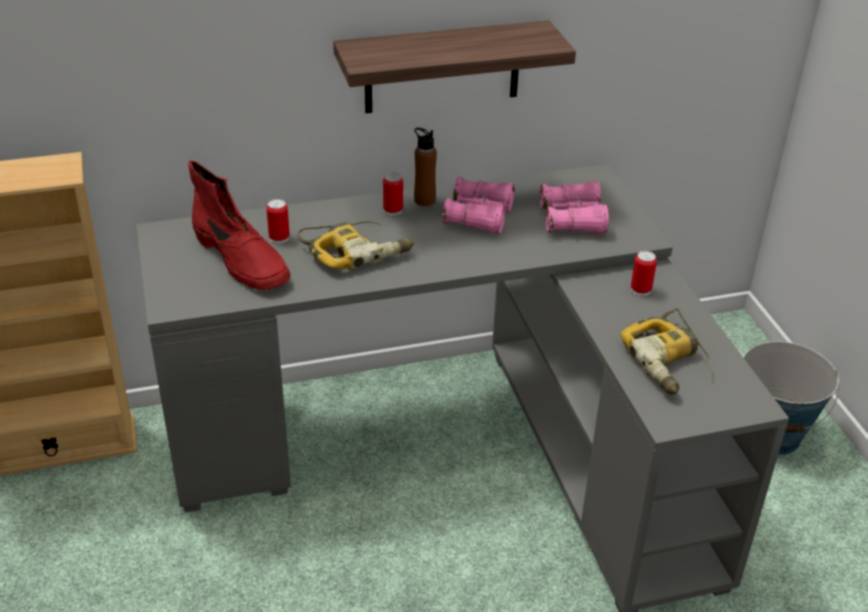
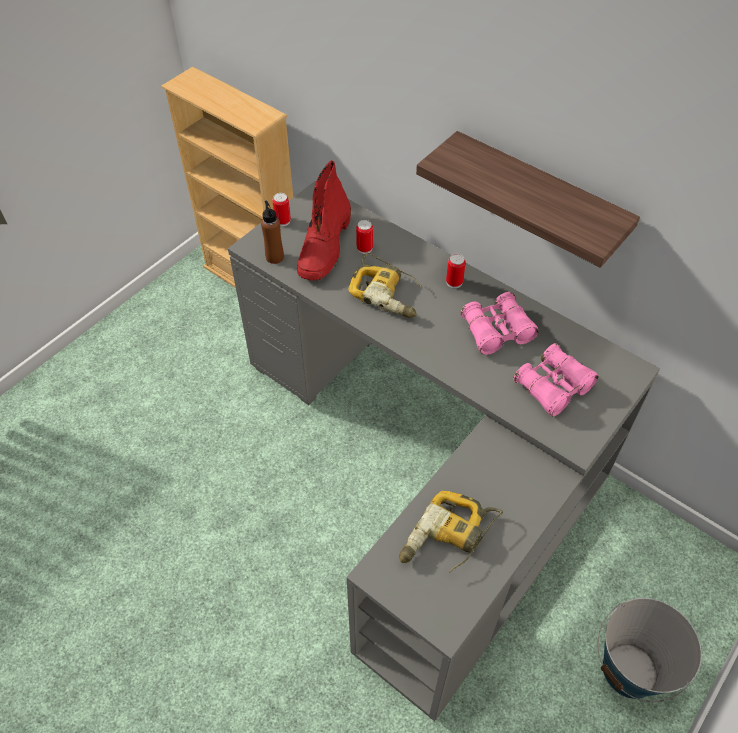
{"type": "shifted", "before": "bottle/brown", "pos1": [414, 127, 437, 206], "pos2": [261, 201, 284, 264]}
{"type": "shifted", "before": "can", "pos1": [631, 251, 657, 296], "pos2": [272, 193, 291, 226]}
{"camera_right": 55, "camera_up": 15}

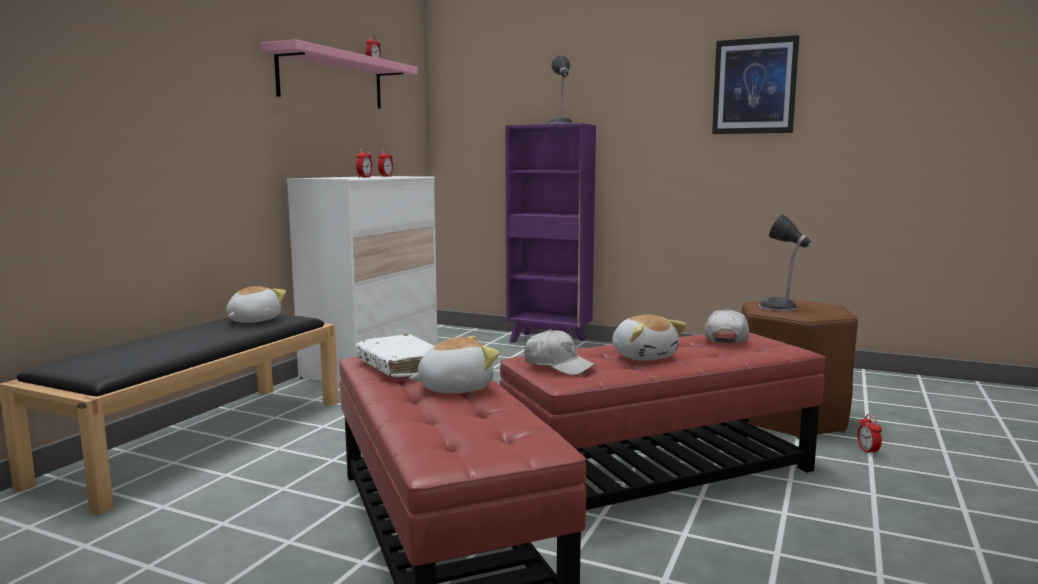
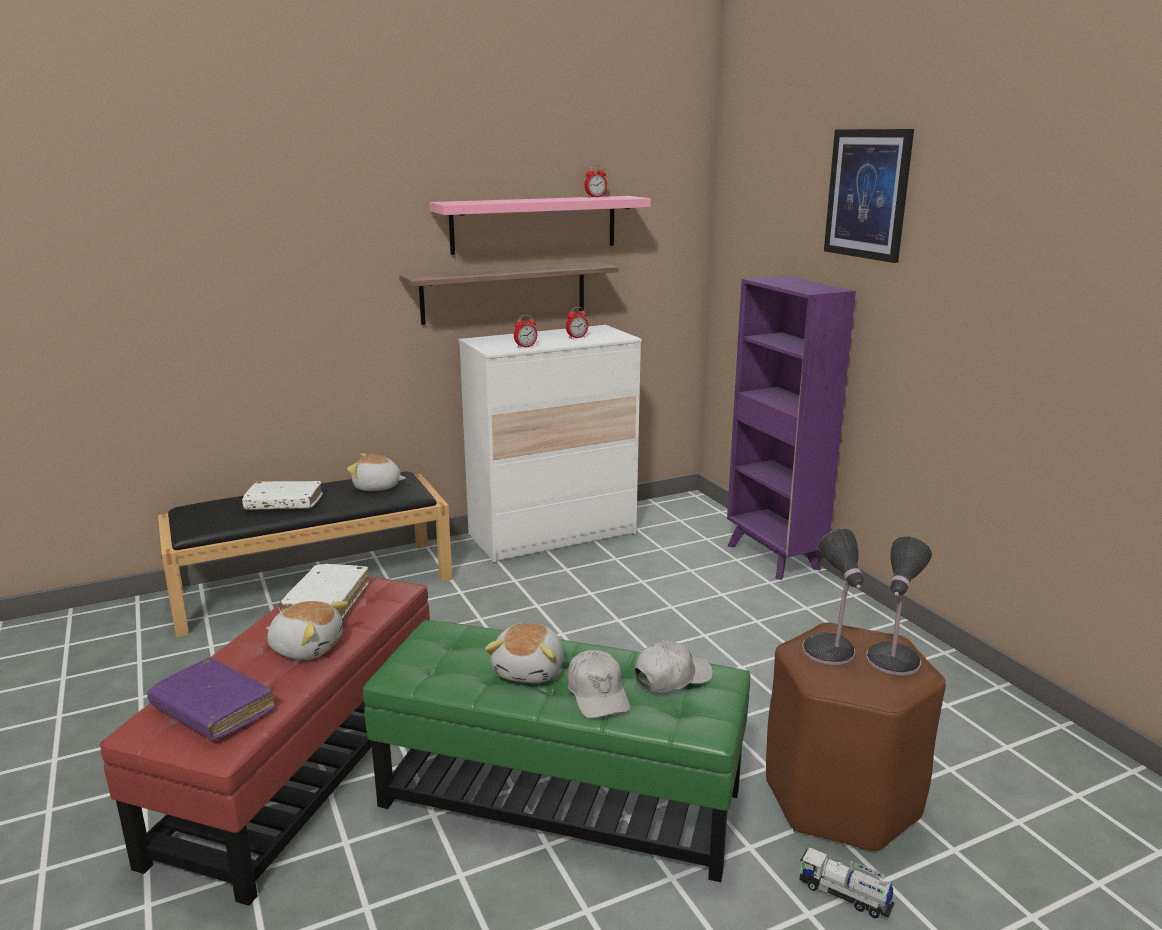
{"type": "new", "after": "book/purple", "pos2": [147, 657, 275, 741]}
{"type": "new", "after": "book/white", "pos2": [242, 481, 323, 510]}
{"type": "new", "after": "shelf", "pos2": [399, 262, 619, 325]}
{"type": "shifted", "before": "cap/white", "pos1": [524, 329, 596, 375], "pos2": [567, 650, 630, 718]}
{"type": "shifted", "before": "table lamp", "pos1": [547, 55, 573, 124], "pos2": [866, 536, 932, 675]}
{"type": "shifted", "before": "picture", "pos1": [712, 35, 799, 134], "pos2": [824, 129, 914, 263]}
{"type": "swapped", "before": "alarm clock", "after": "toy truck", "pos1": [857, 414, 882, 455], "pos2": [800, 847, 895, 918]}
{"type": "repainted", "before": "ottoman/red", "after": "ottoman/green", "pos1": [500, 332, 825, 510], "pos2": [363, 620, 750, 882]}
{"type": "rotated", "before": "plush toy", "pos1": [226, 286, 286, 323], "pos2": [347, 453, 406, 491], "turn": -150}
{"camera_right": 40, "camera_up": 10}

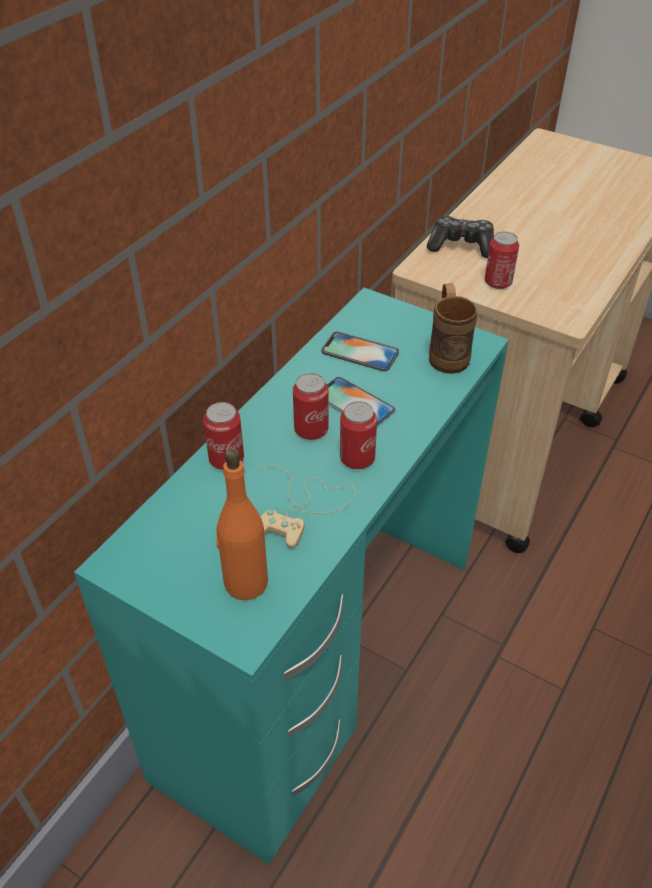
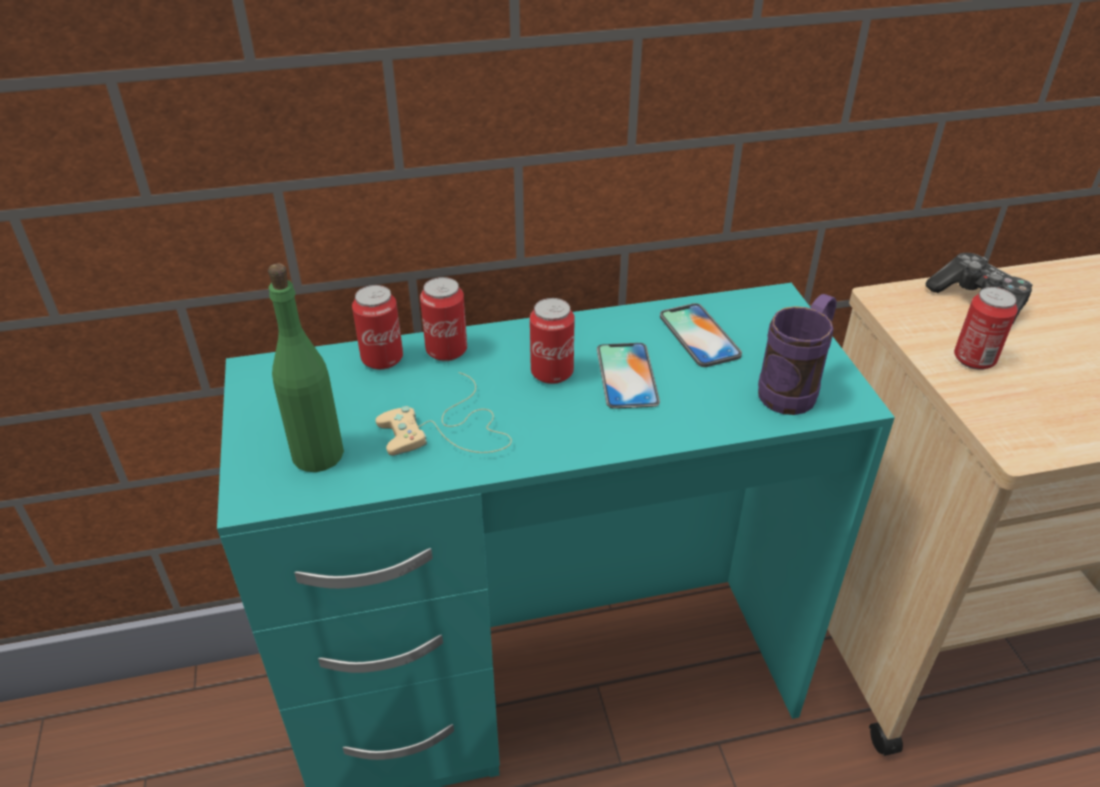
{"type": "shifted", "before": "can", "pos1": [340, 401, 377, 469], "pos2": [352, 285, 403, 370]}
{"type": "repainted", "before": "bottle/orange", "after": "bottle/green", "pos1": [216, 448, 268, 600], "pos2": [268, 263, 344, 472]}
{"type": "repainted", "before": "mug/brown", "after": "mug/purple", "pos1": [429, 283, 477, 374], "pos2": [758, 294, 837, 415]}
{"camera_right": 45, "camera_up": -5}

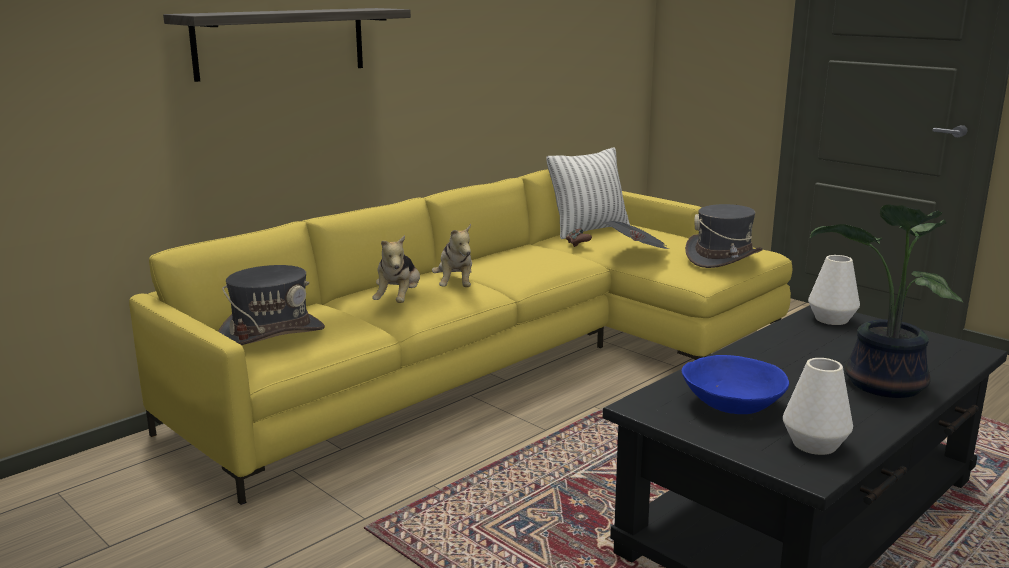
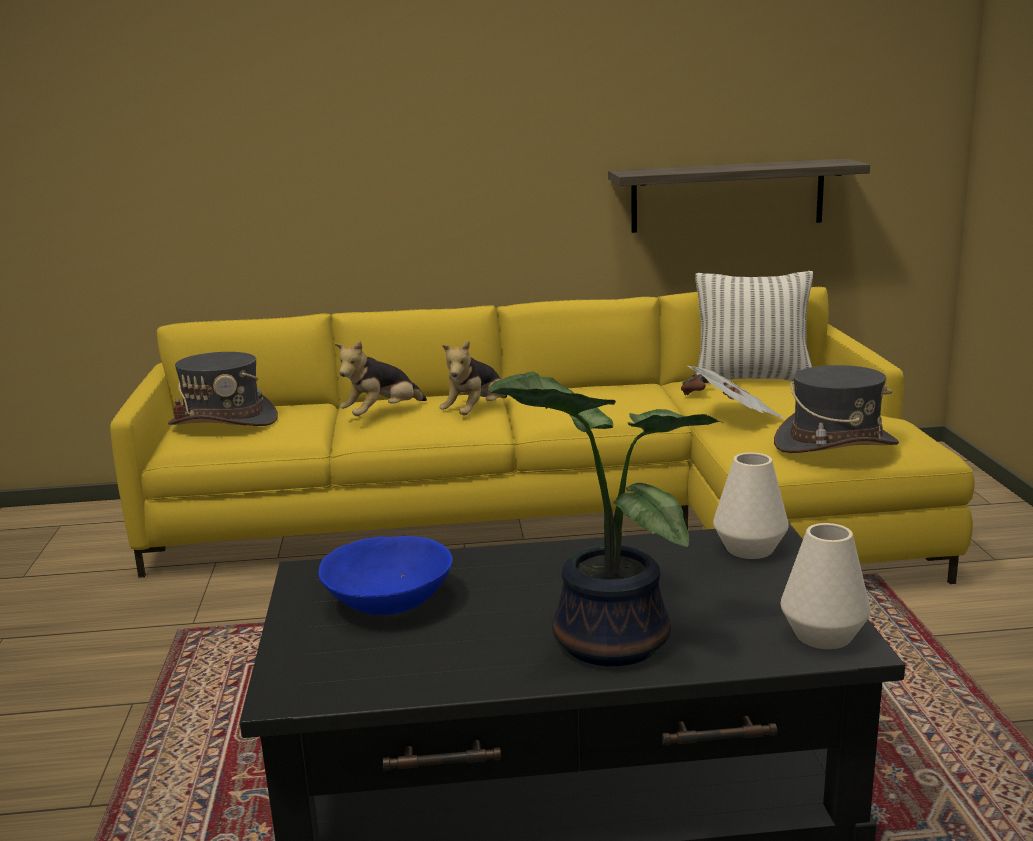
{"type": "shifted", "before": "shelf", "pos1": [163, 8, 411, 82], "pos2": [608, 159, 870, 233]}
{"type": "shifted", "before": "vase/white", "pos1": [783, 358, 853, 455], "pos2": [781, 523, 871, 649]}
{"camera_right": 40, "camera_up": 0}

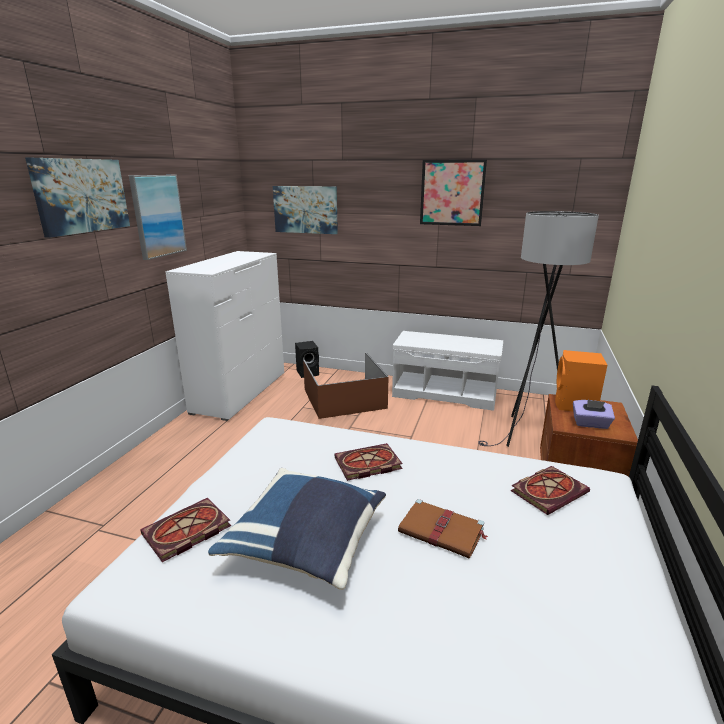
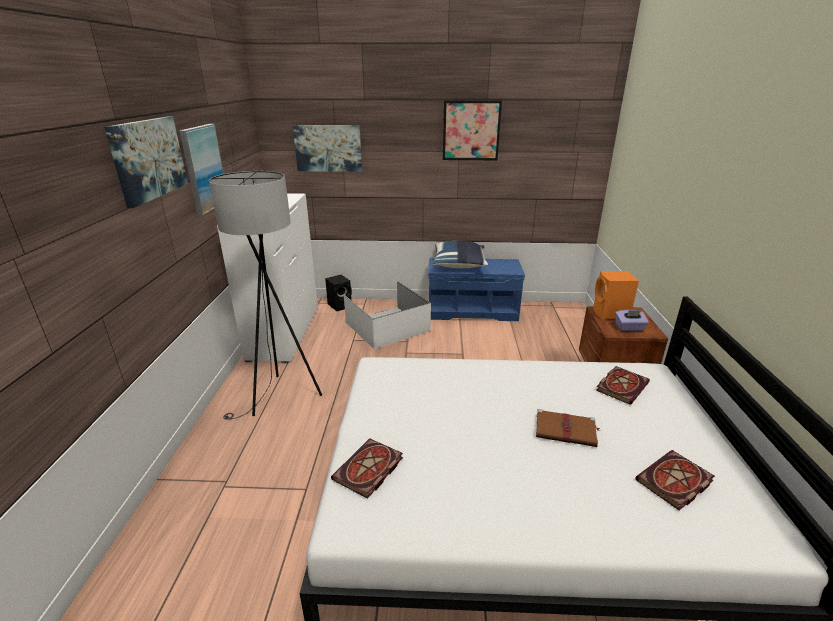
{"type": "shifted", "before": "pillow/blue", "pos1": [208, 468, 386, 590], "pos2": [433, 241, 488, 268]}
{"type": "shifted", "before": "book", "pos1": [334, 443, 403, 481], "pos2": [635, 450, 715, 511]}
{"type": "shifted", "before": "floor lamp/grey", "pos1": [478, 211, 599, 447], "pos2": [209, 171, 322, 420]}
{"type": "repainted", "before": "storage box/brown", "after": "storage box/white", "pos1": [303, 353, 388, 419], "pos2": [344, 282, 431, 349]}
{"type": "repainted", "before": "bench/white", "after": "bench/blue", "pos1": [392, 331, 503, 411], "pos2": [428, 258, 525, 321]}
{"camera_right": -15, "camera_up": 5}

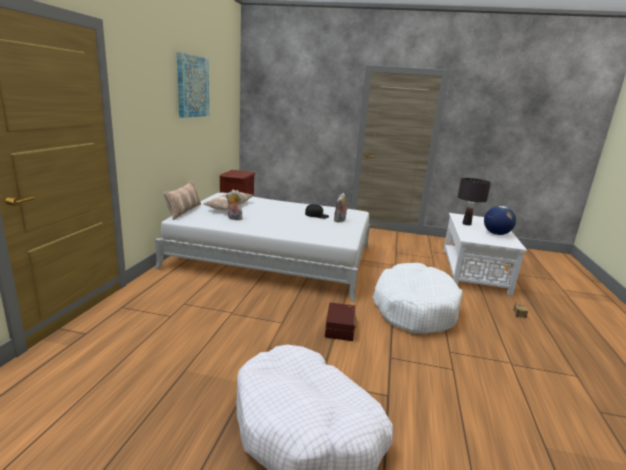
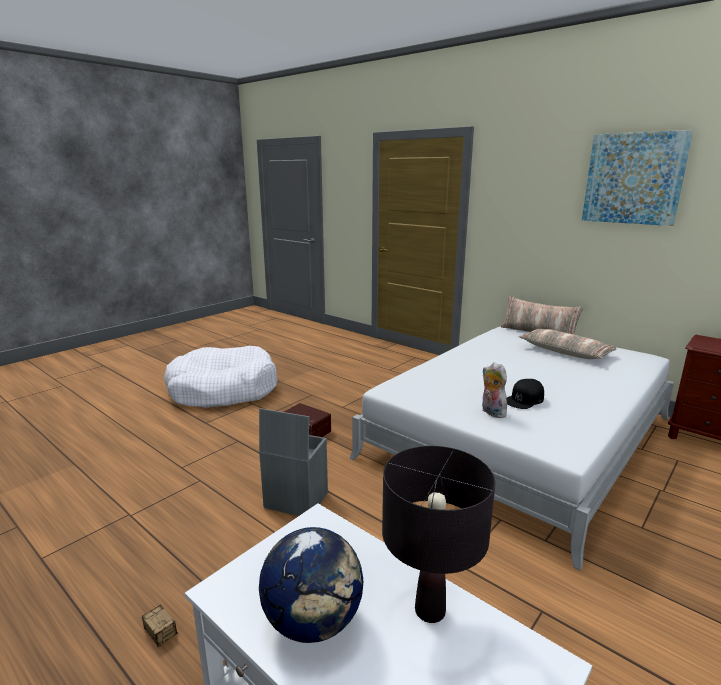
{"type": "gone", "before": "plush toy", "pos1": [226, 190, 243, 220]}
{"type": "swapped", "before": "dog bed/white", "after": "storage box/grey", "pos1": [373, 263, 463, 334], "pos2": [259, 408, 328, 516]}
{"camera_right": 120, "camera_up": 0}

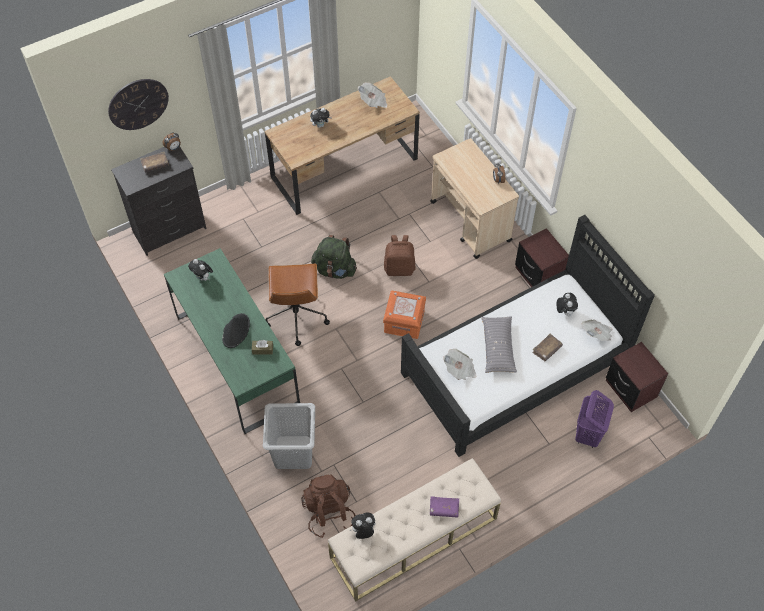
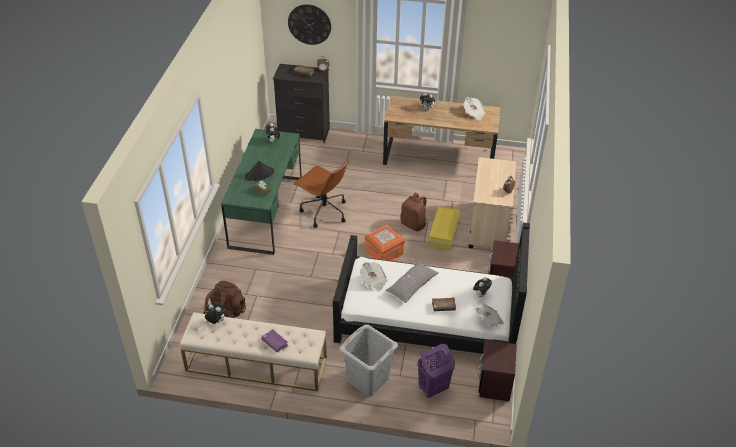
{"type": "gone", "before": "backpack/green", "pos1": [311, 235, 357, 279]}
{"type": "new", "after": "storage box/yellow", "pos2": [428, 206, 461, 250]}
{"type": "shifted", "before": "laundry basket/grey", "pos1": [263, 403, 315, 469], "pos2": [339, 324, 398, 396]}
{"type": "rotated", "before": "office chair/brown", "pos1": [266, 264, 330, 346], "pos2": [293, 160, 349, 228], "turn": -90}
{"camera_right": 40, "camera_up": -15}

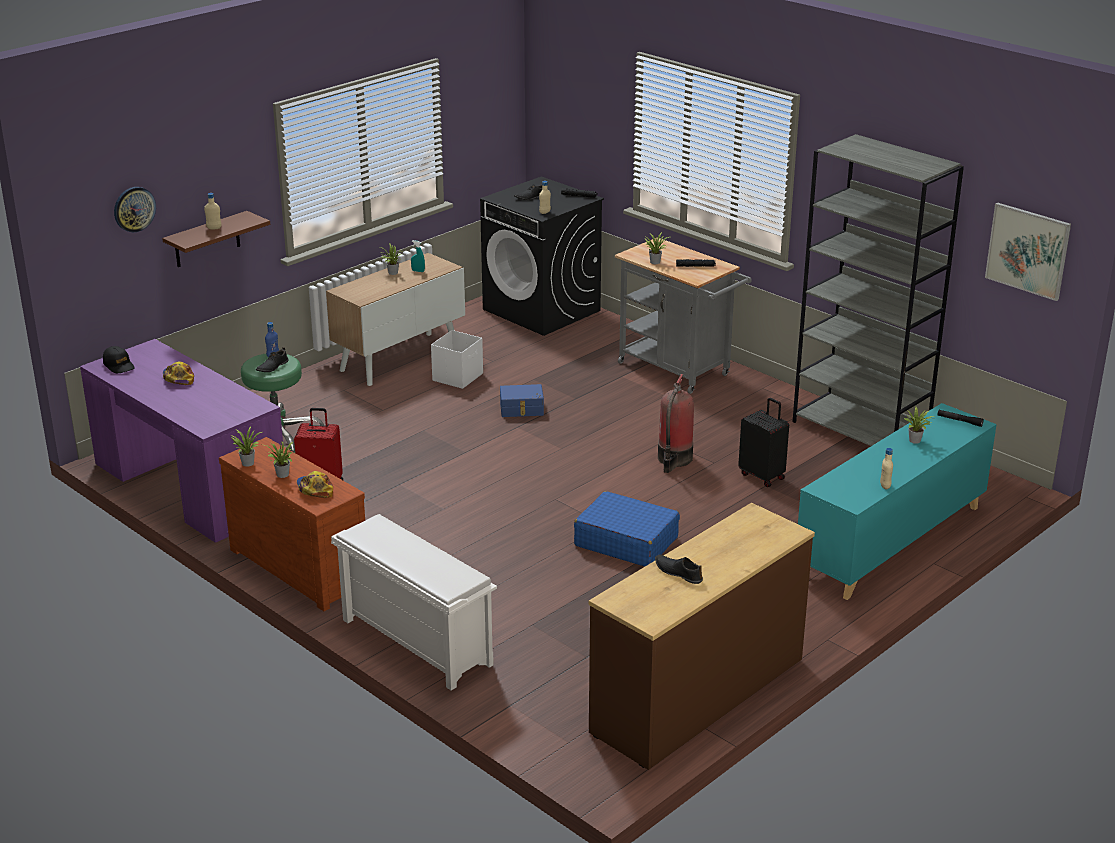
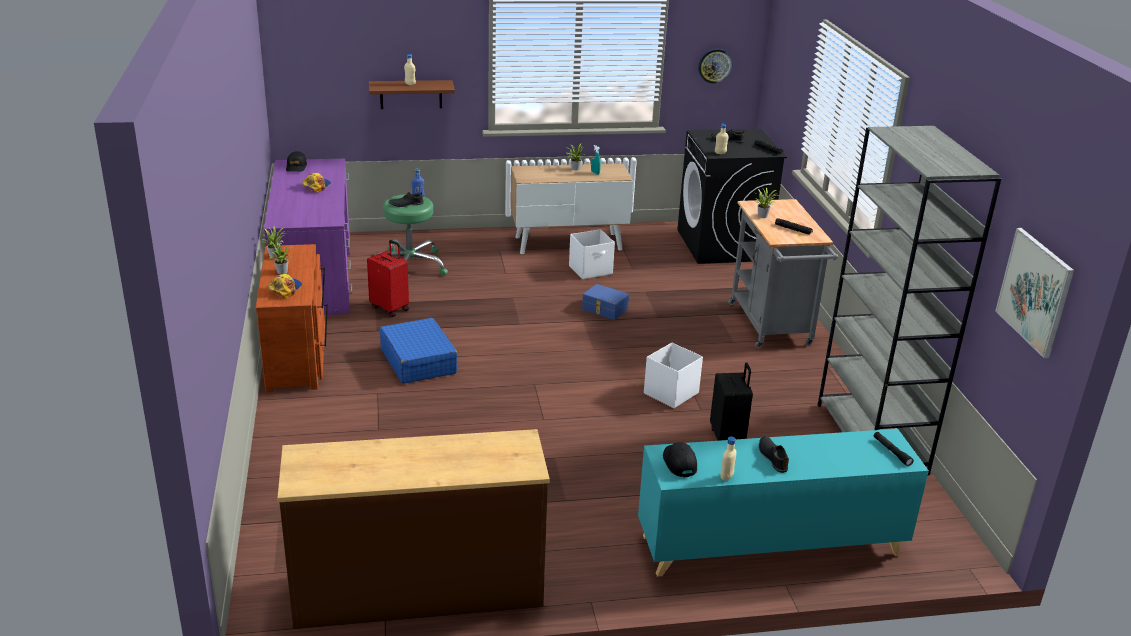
{"type": "gone", "before": "shoe rack/white", "pos1": [331, 514, 497, 690]}
{"type": "gone", "before": "potted plant", "pos1": [904, 407, 935, 444]}
{"type": "new", "after": "cap/black", "pos2": [663, 442, 697, 478]}
{"type": "shifted", "before": "wall clock", "pos1": [114, 187, 156, 232], "pos2": [698, 49, 733, 84]}
{"type": "shifted", "before": "suitcase/blue", "pos1": [574, 491, 680, 566], "pos2": [380, 318, 458, 384]}
{"type": "shifted", "before": "shoe/black", "pos1": [655, 555, 703, 584], "pos2": [759, 436, 789, 473]}
{"type": "swapped", "before": "fire extinguisher", "after": "storage box/white", "pos1": [658, 374, 694, 473], "pos2": [644, 343, 703, 408]}
{"camera_right": 35, "camera_up": 0}

